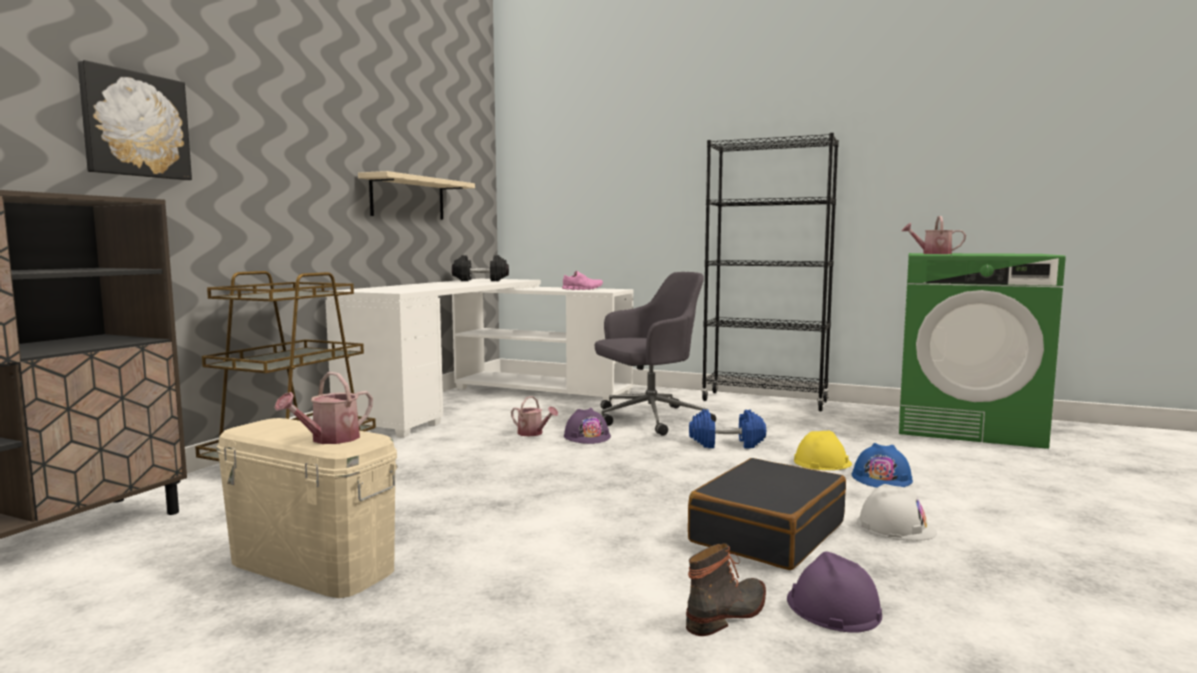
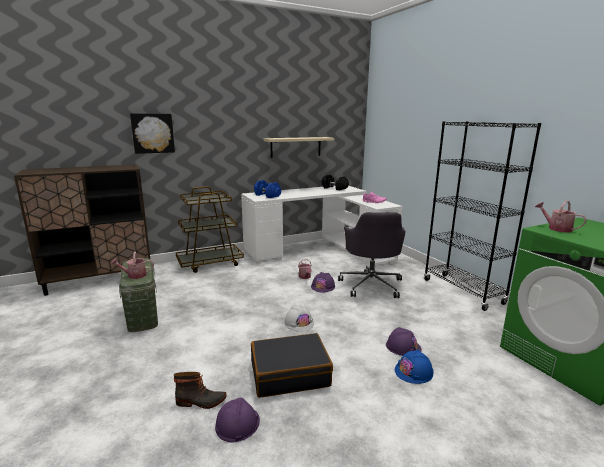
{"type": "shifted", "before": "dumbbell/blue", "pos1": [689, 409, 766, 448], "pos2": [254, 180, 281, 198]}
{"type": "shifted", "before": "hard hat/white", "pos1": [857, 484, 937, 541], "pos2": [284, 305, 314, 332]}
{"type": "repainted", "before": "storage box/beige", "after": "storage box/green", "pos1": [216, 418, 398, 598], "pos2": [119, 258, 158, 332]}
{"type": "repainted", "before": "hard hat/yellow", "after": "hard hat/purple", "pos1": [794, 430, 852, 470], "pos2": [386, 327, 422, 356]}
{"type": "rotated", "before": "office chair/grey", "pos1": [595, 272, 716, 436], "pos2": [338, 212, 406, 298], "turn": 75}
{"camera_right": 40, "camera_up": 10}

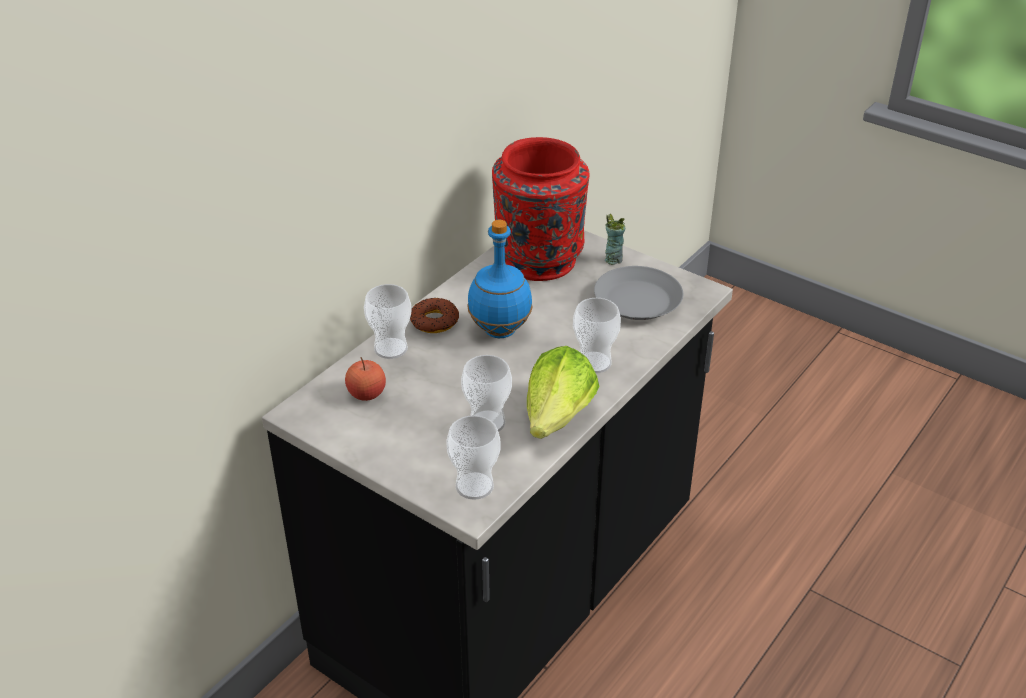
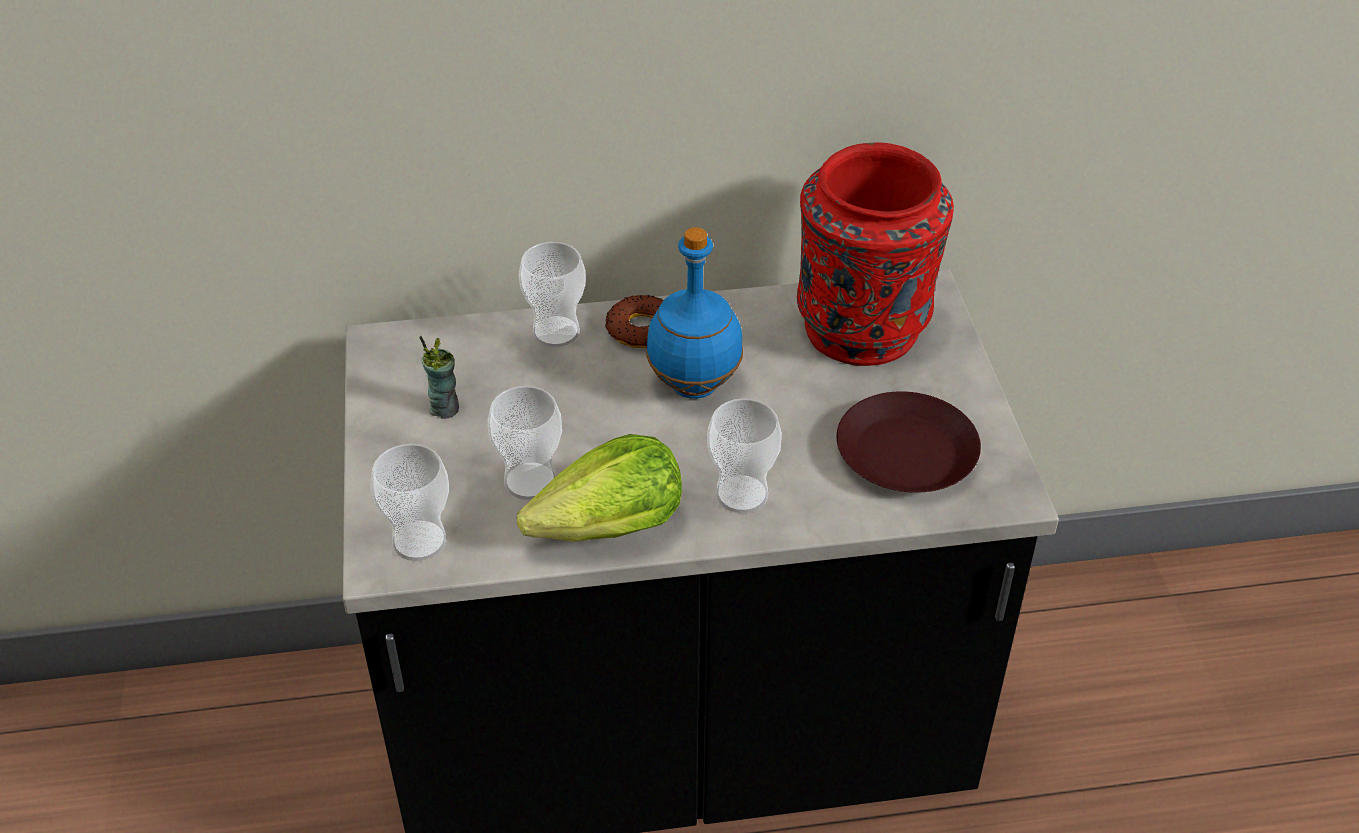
{"type": "gone", "before": "apple", "pos1": [345, 357, 386, 401]}
{"type": "shifted", "before": "cup", "pos1": [605, 214, 625, 265], "pos2": [419, 336, 459, 419]}
{"type": "repainted", "before": "plate/grey", "after": "plate/brown", "pos1": [594, 266, 683, 320], "pos2": [837, 391, 981, 493]}
{"camera_right": 45, "camera_up": 5}

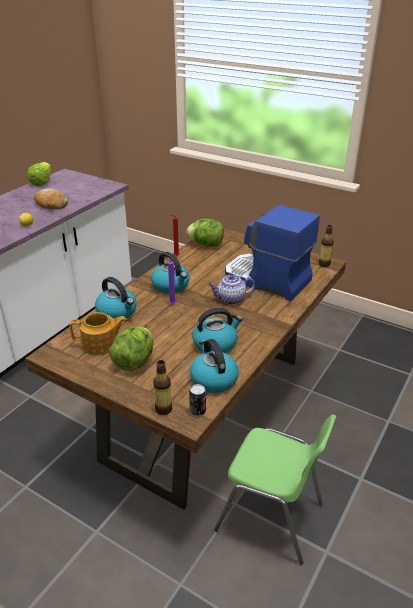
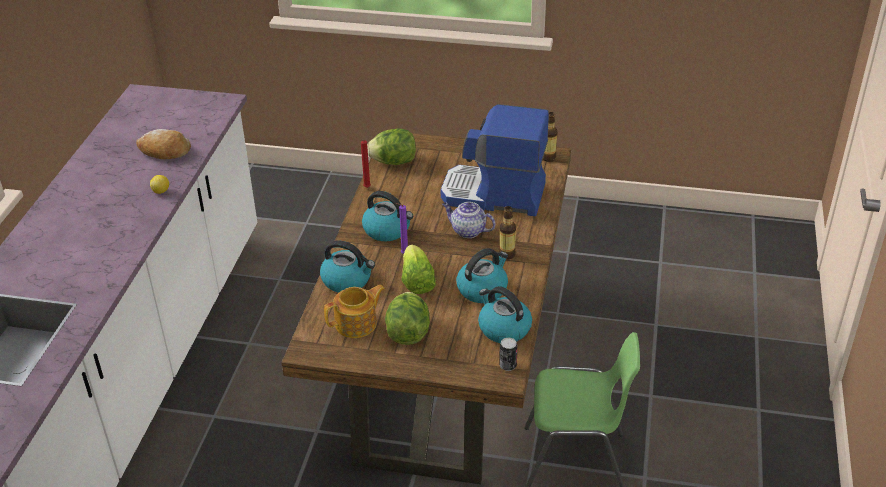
{"type": "shifted", "before": "lettuce", "pos1": [27, 162, 52, 186], "pos2": [401, 245, 436, 294]}
{"type": "shifted", "before": "bottle", "pos1": [153, 360, 172, 415], "pos2": [499, 206, 516, 260]}
{"type": "rotated", "before": "teapot", "pos1": [208, 274, 255, 305], "pos2": [442, 202, 495, 238], "turn": 60}
{"camera_right": -20, "camera_up": 5}

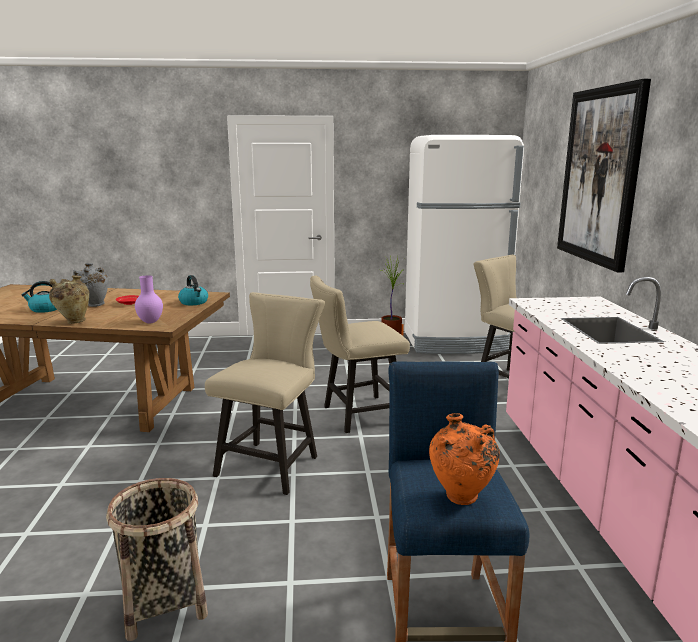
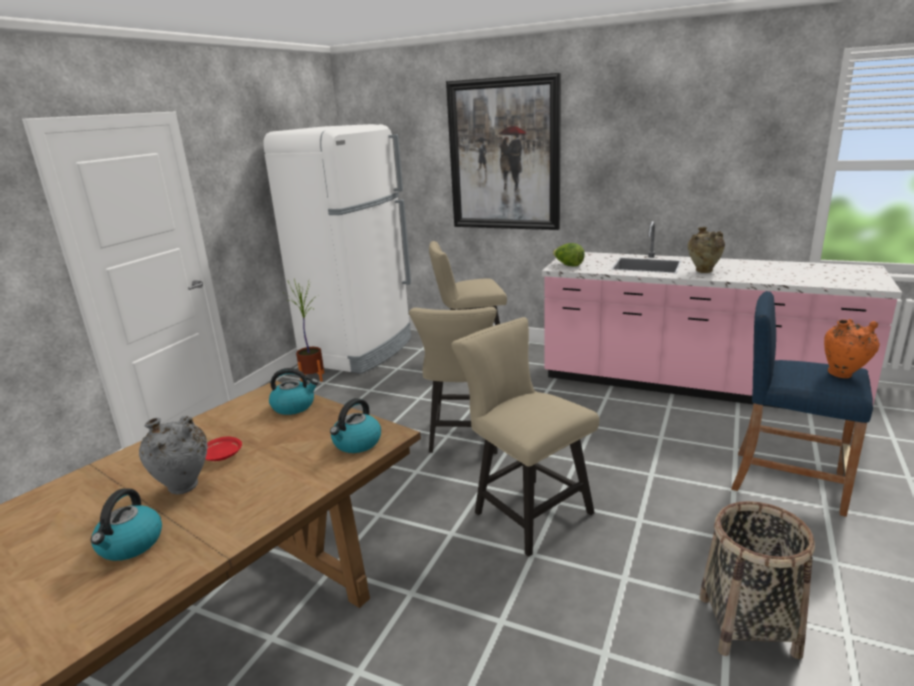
{"type": "new", "after": "lettuce", "pos2": [553, 243, 585, 267]}
{"type": "shifted", "before": "vase/beige", "pos1": [49, 275, 90, 324], "pos2": [688, 227, 725, 273]}
{"type": "swapped", "before": "vase/purple", "after": "kettle", "pos1": [135, 275, 163, 324], "pos2": [330, 398, 381, 453]}
{"camera_right": -60, "camera_up": 5}

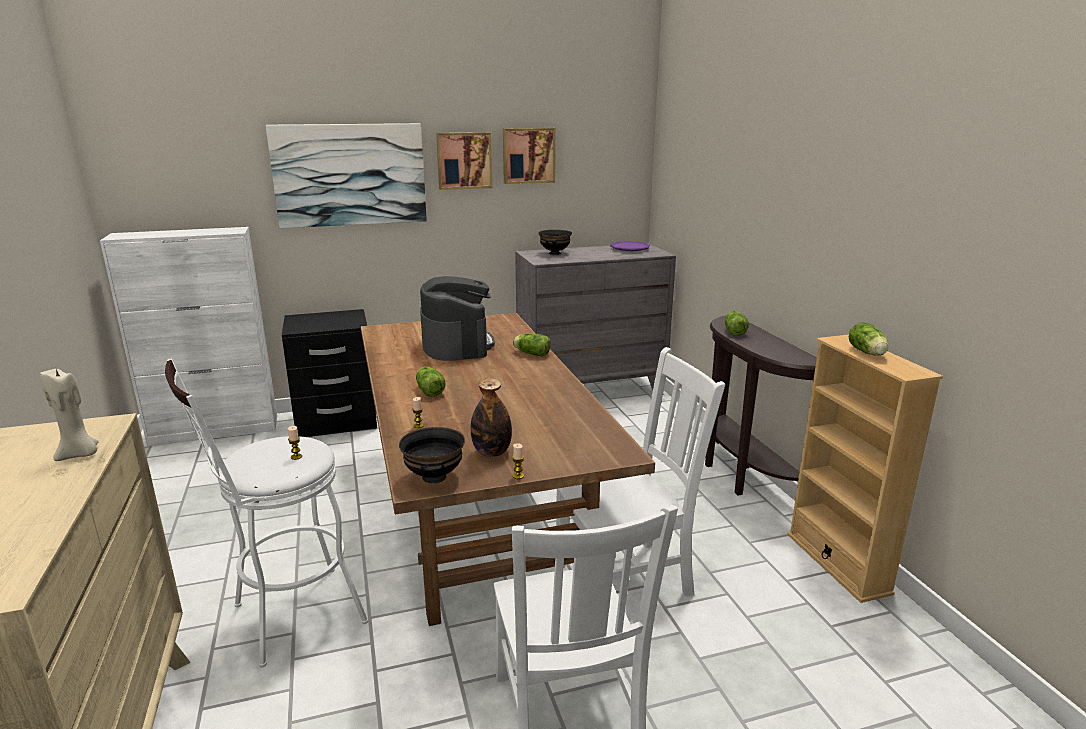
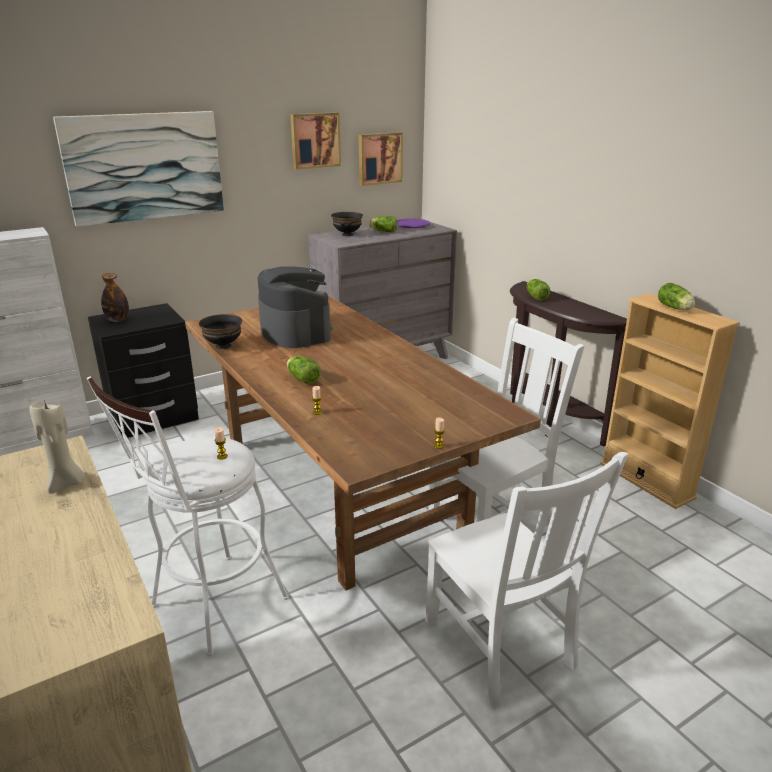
{"type": "shifted", "before": "bowl/black", "pos1": [399, 427, 465, 483], "pos2": [199, 314, 242, 349]}
{"type": "shifted", "before": "picture", "pos1": [436, 132, 493, 190], "pos2": [359, 132, 403, 186]}
{"type": "shifted", "before": "bottle", "pos1": [471, 378, 512, 457], "pos2": [101, 273, 129, 322]}
{"type": "shifted", "before": "lettuce", "pos1": [513, 333, 550, 357], "pos2": [369, 216, 397, 232]}
{"camera_right": -15, "camera_up": 5}

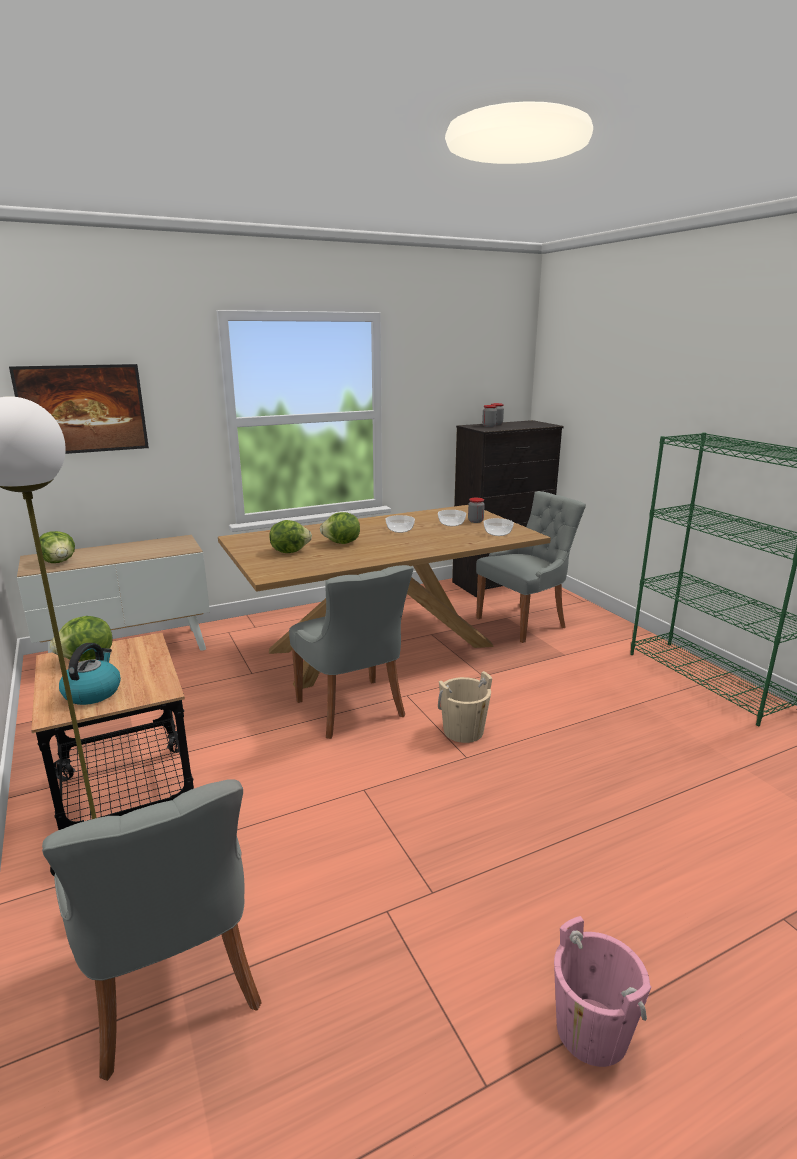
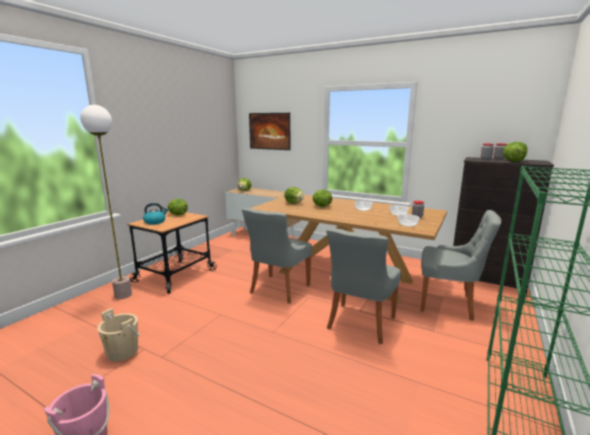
{"type": "new", "after": "lettuce", "pos2": [503, 142, 527, 162]}
{"type": "shifted", "before": "chair/grey", "pos1": [42, 780, 262, 1081], "pos2": [326, 228, 401, 344]}
{"type": "shifted", "before": "bucket/beige", "pos1": [438, 671, 492, 743], "pos2": [97, 308, 140, 362]}
{"camera_right": 55, "camera_up": -5}

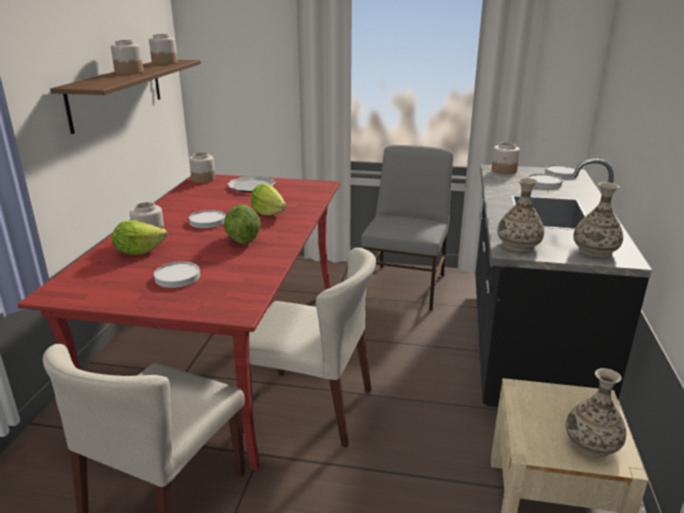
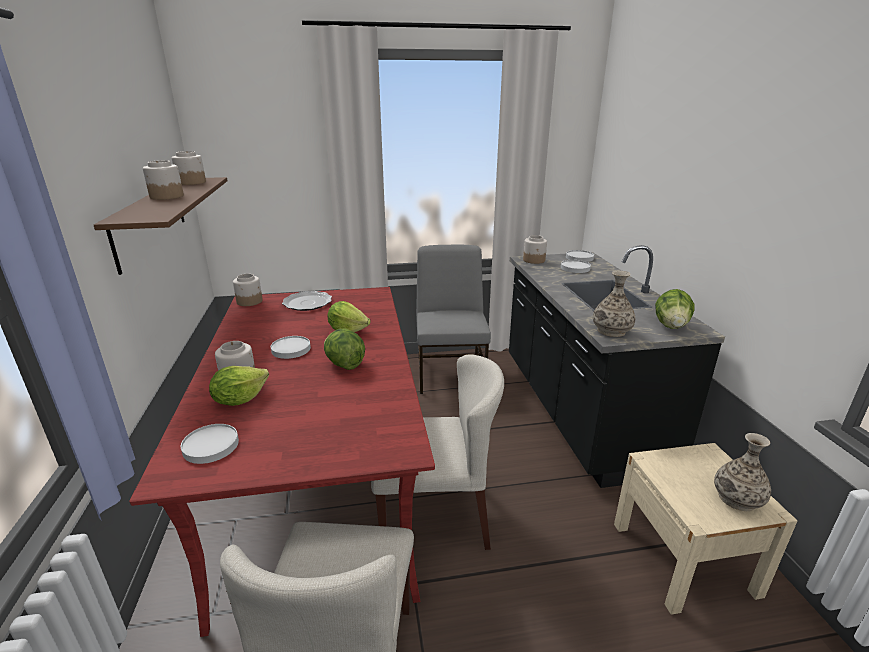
{"type": "shifted", "before": "plate/white", "pos1": [154, 262, 200, 288], "pos2": [181, 424, 239, 464]}
{"type": "swapped", "before": "vase", "after": "lettuce", "pos1": [573, 182, 623, 257], "pos2": [655, 289, 695, 329]}
{"camera_right": -20, "camera_up": 0}

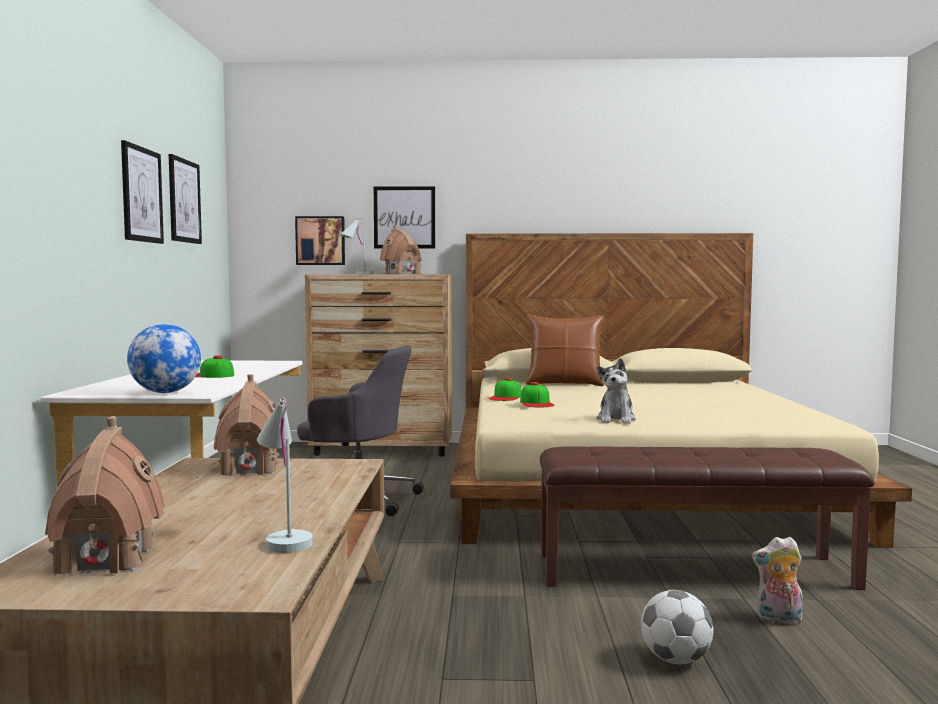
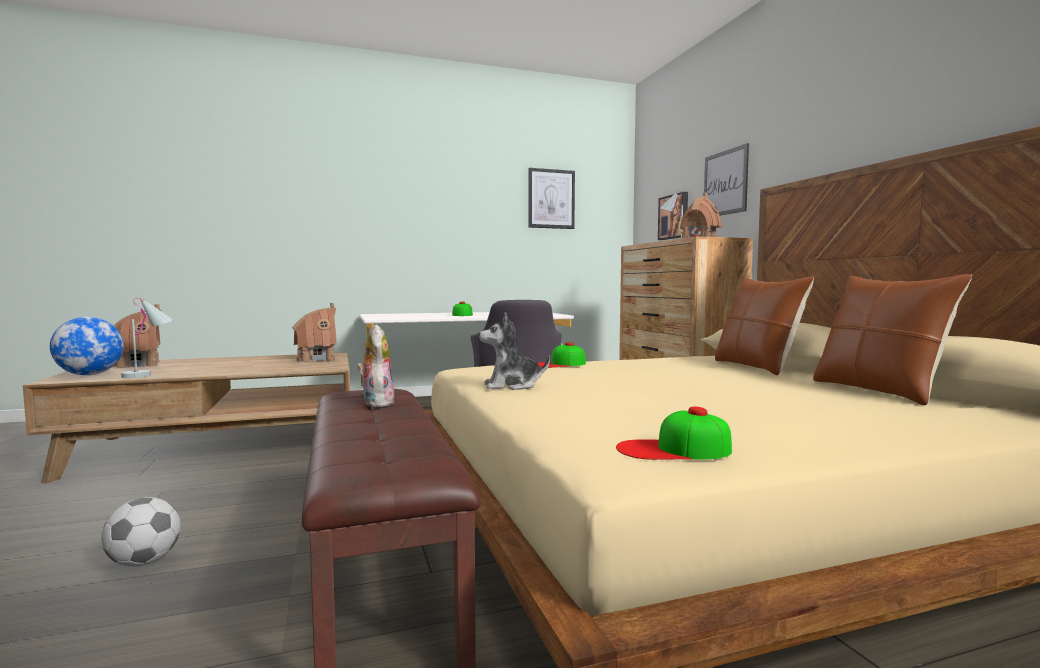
{"type": "gone", "before": "picture", "pos1": [121, 140, 164, 244]}
{"type": "new", "after": "pillow/brown", "pos2": [813, 274, 972, 405]}
{"type": "shifted", "before": "globe", "pos1": [127, 324, 201, 393], "pos2": [50, 317, 124, 375]}
{"type": "shifted", "before": "cap", "pos1": [488, 378, 521, 401], "pos2": [616, 407, 732, 460]}
{"type": "shifted", "before": "plush toy", "pos1": [752, 537, 803, 624], "pos2": [357, 325, 395, 407]}
{"camera_right": 70, "camera_up": 0}

